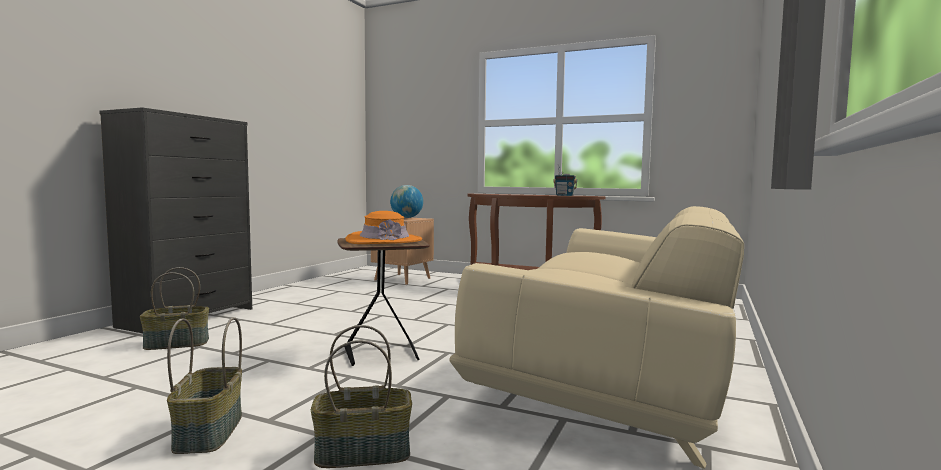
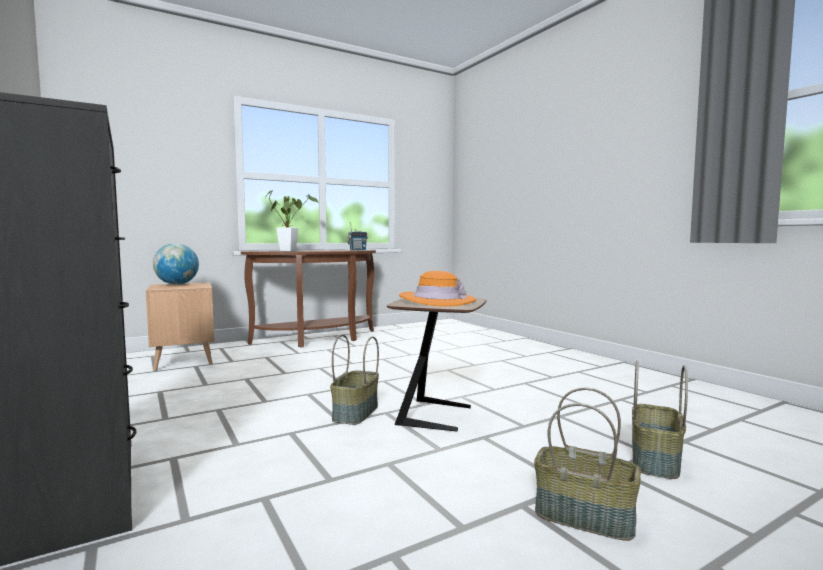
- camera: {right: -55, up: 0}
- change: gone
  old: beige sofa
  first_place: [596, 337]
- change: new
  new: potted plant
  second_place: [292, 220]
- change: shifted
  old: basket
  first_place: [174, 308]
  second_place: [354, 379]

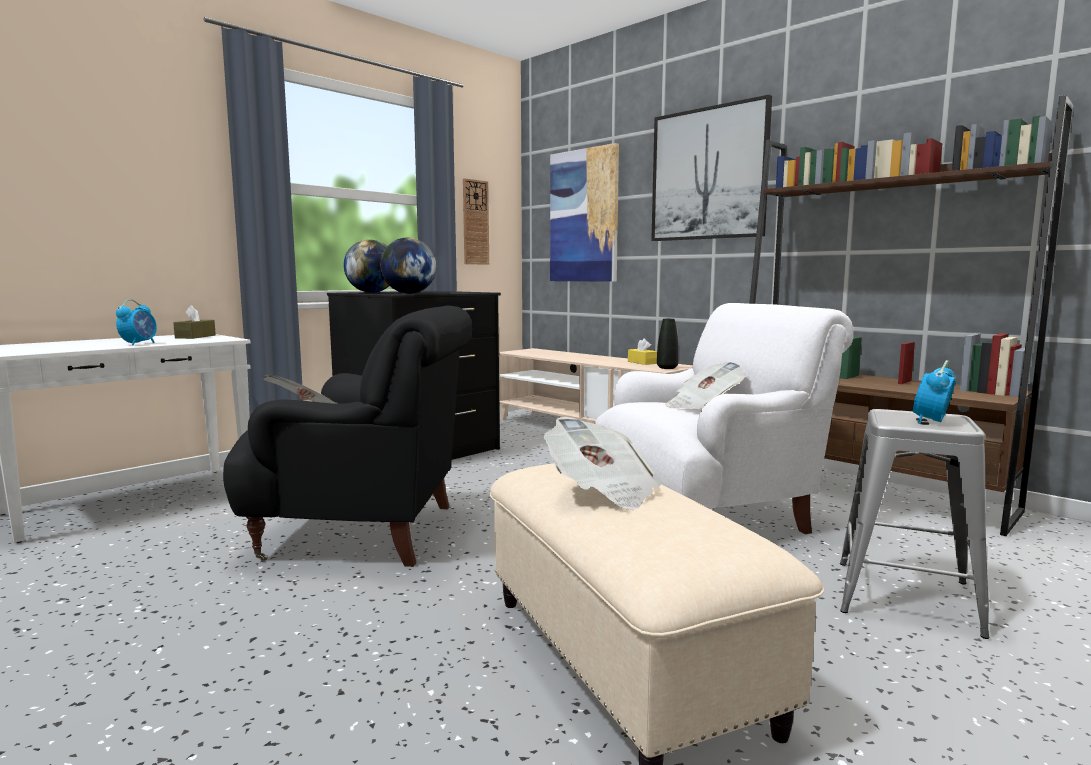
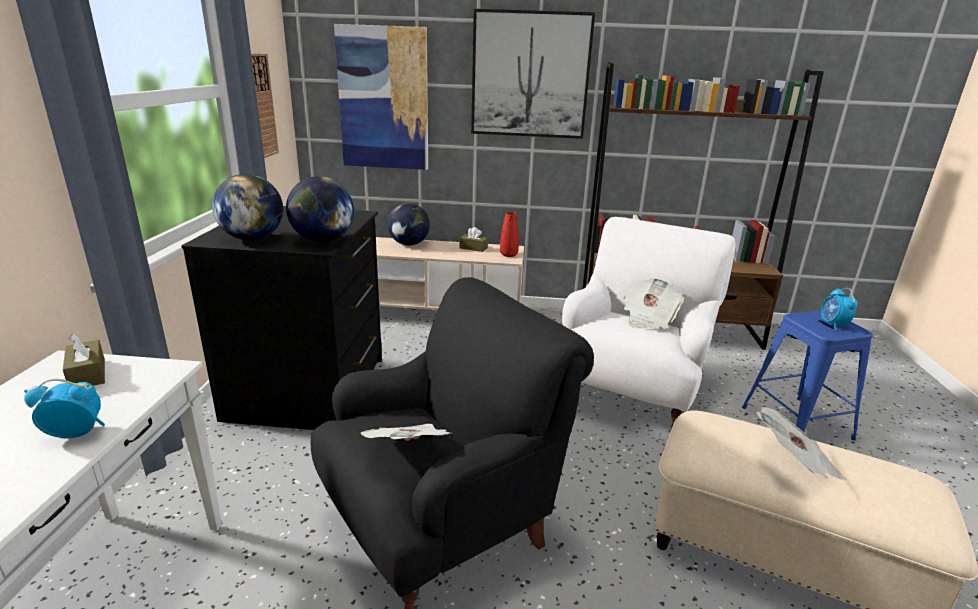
- camera: {right: -40, up: 15}
- change: new
  new: globe
  second_place: [408, 224]
- change: repainted
  old: yellow tissue box
  new: brown tissue box
  first_place: [642, 351]
  second_place: [473, 239]
- change: repainted
  old: black vase
  new: red vase
  first_place: [668, 344]
  second_place: [509, 234]
- change: repainted
  old: grey stool
  new: blue stool
  first_place: [914, 524]
  second_place: [807, 375]
- change: rotated
  old: alarm clock
  first_place: [136, 322]
  second_place: [64, 408]
  degrees: -75

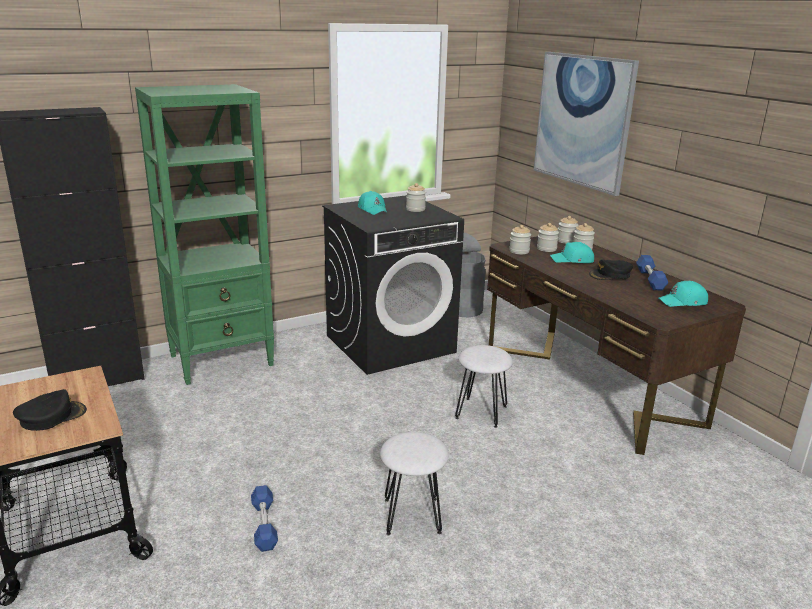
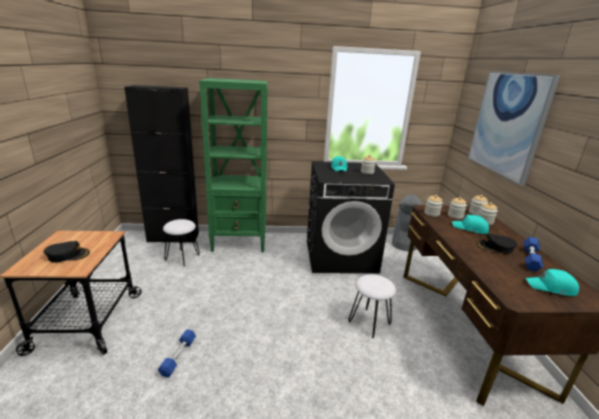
- camera: {right: 25, up: 0}
- change: shifted
  old: white stool
  first_place: [414, 483]
  second_place: [181, 242]

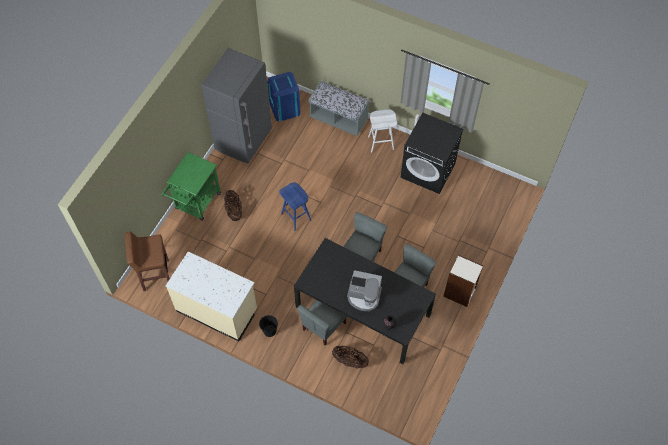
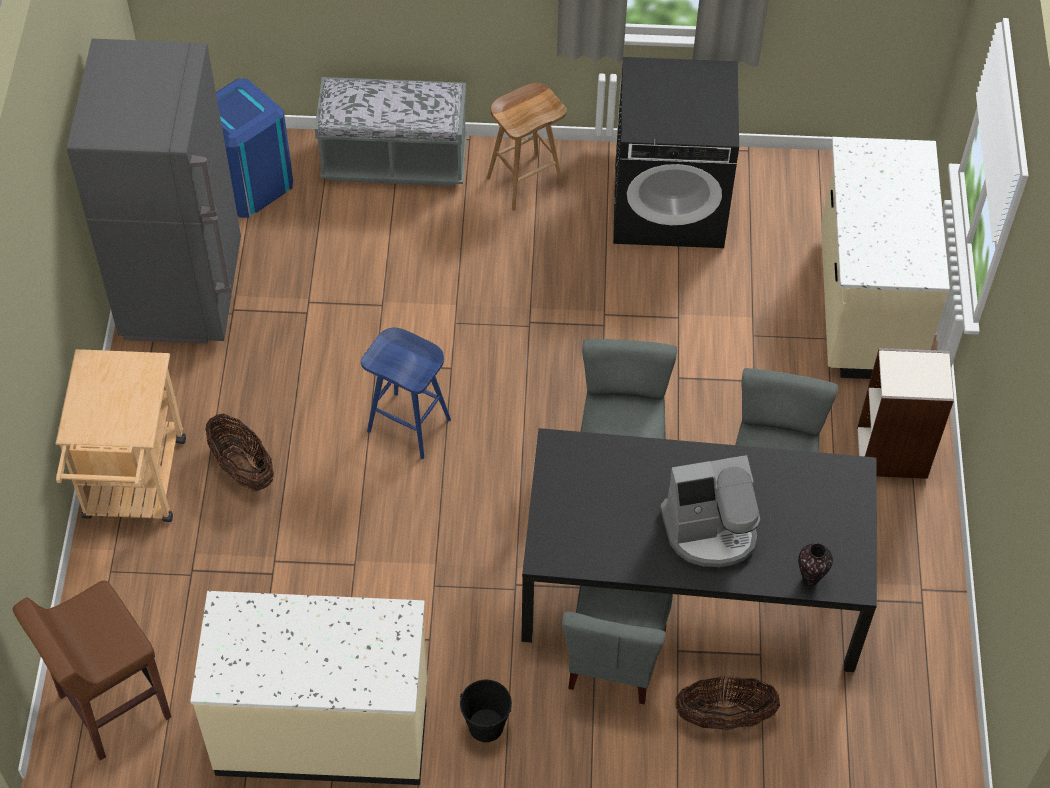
- camera: {right: -25, up: -5}
- change: new
  new: beige counter
  second_place: [885, 258]
- change: repainted
  old: green cart
  new: beige cart
  first_place: [191, 186]
  second_place: [121, 435]
- change: repainted
  old: white stool
  new: brown stool
  first_place: [382, 131]
  second_place: [527, 147]

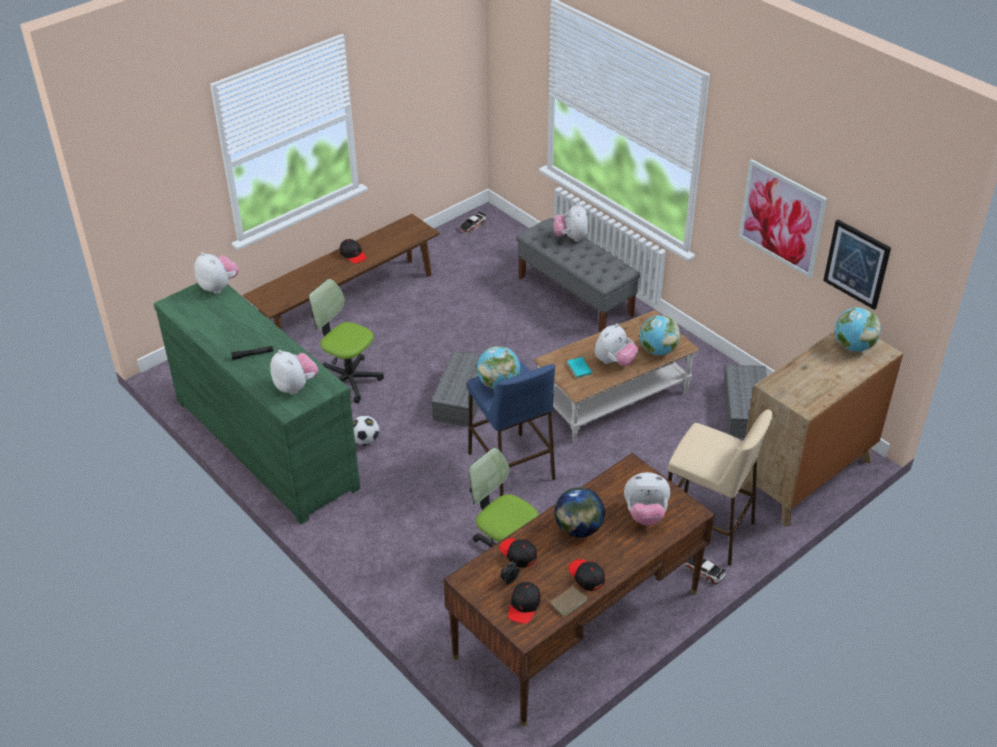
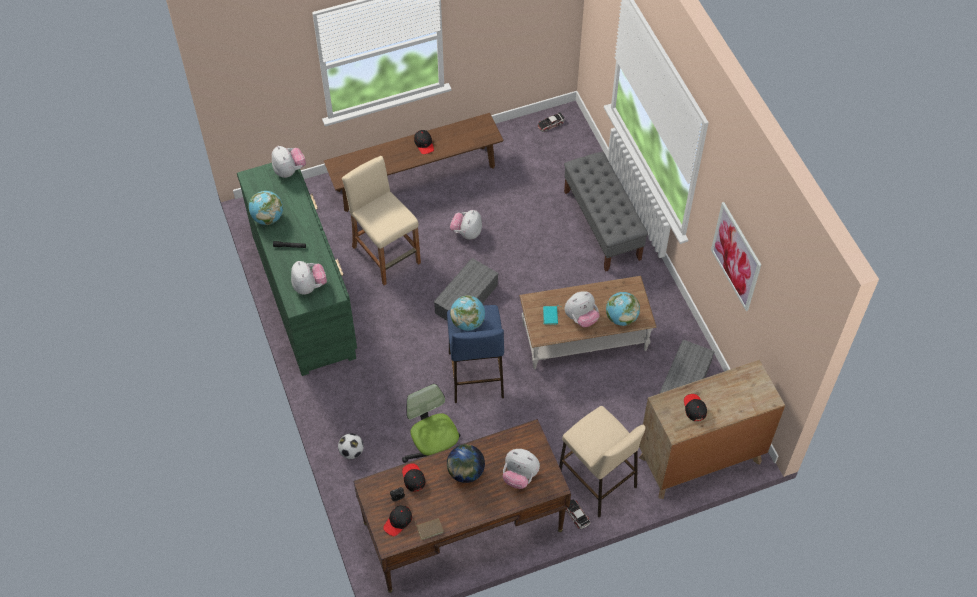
- camera: {right: 20, up: 15}
- change: gone
  old: picture
  first_place: [857, 265]
- change: shifted
  old: football
  first_place: [366, 430]
  second_place: [351, 446]
- change: shifted
  old: plush toy
  first_place: [571, 222]
  second_place: [466, 225]
- change: shifted
  old: black cap
  first_place: [586, 575]
  second_place: [695, 407]
- change: shifted
  old: globe
  first_place: [858, 329]
  second_place: [266, 208]
- change: swapped
  old: office chair
  new: beige stool
  first_place: [346, 341]
  second_place: [381, 220]

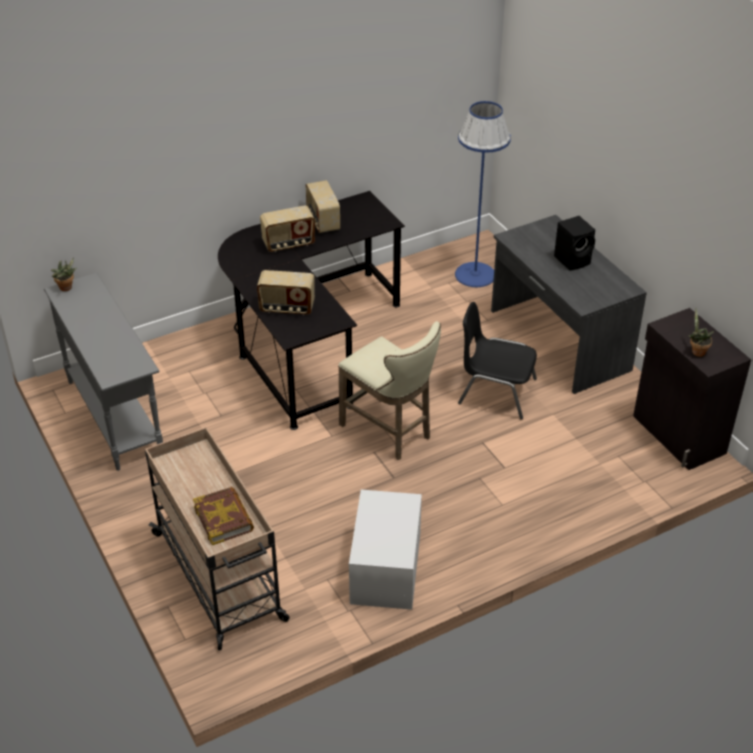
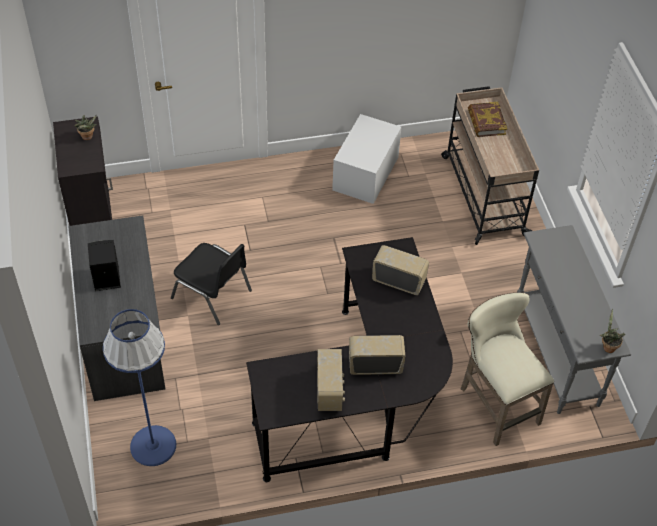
- camera: {right: -165, up: 10}
- change: shifted
  old: beige stool
  first_place: [389, 390]
  second_place: [507, 369]

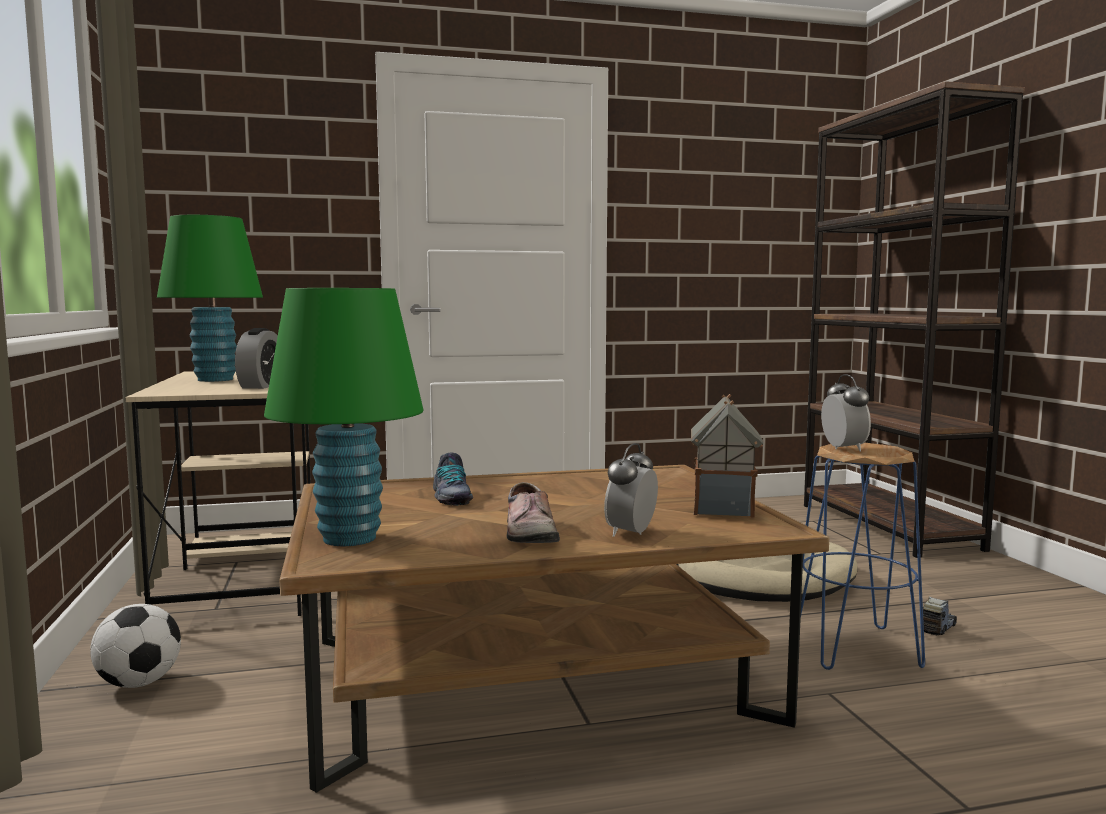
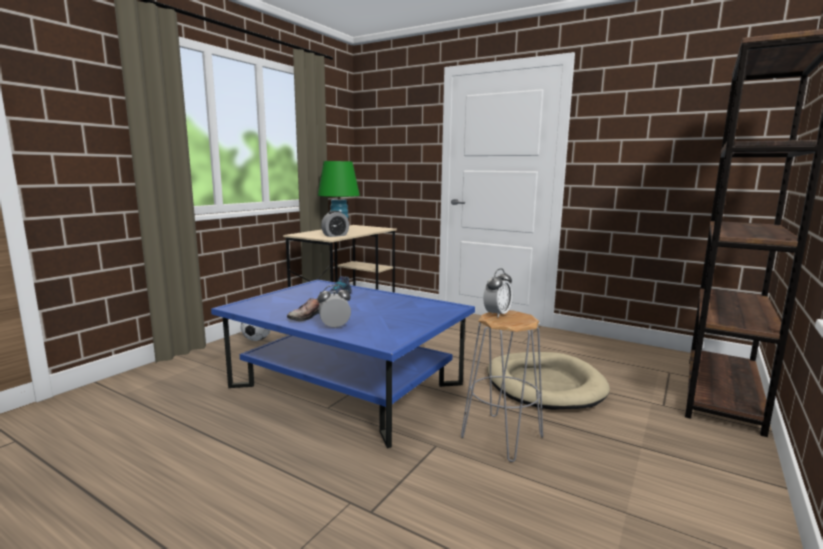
- camera: {right: 45, up: 5}
- change: gone
  old: green table lamp
  first_place: [344, 417]
- change: gone
  old: toy house
  first_place: [727, 456]
- change: gone
  old: toy truck
  first_place: [940, 616]
- change: repainted
  old: brown coffee table
  new: blue coffee table
  first_place: [554, 629]
  second_place: [343, 363]
- change: repainted
  old: blue stool
  new: grey stool
  first_place: [863, 556]
  second_place: [502, 386]

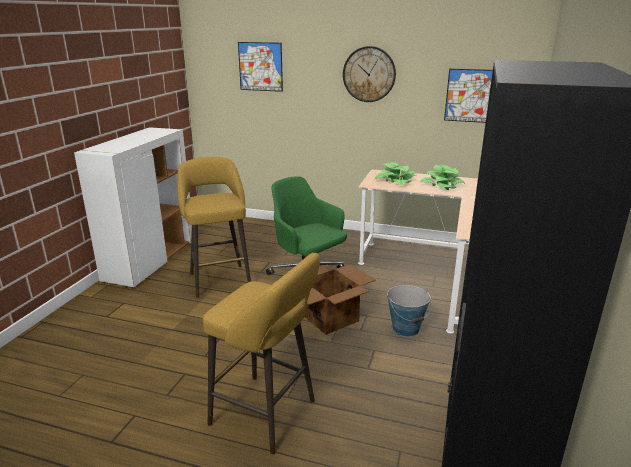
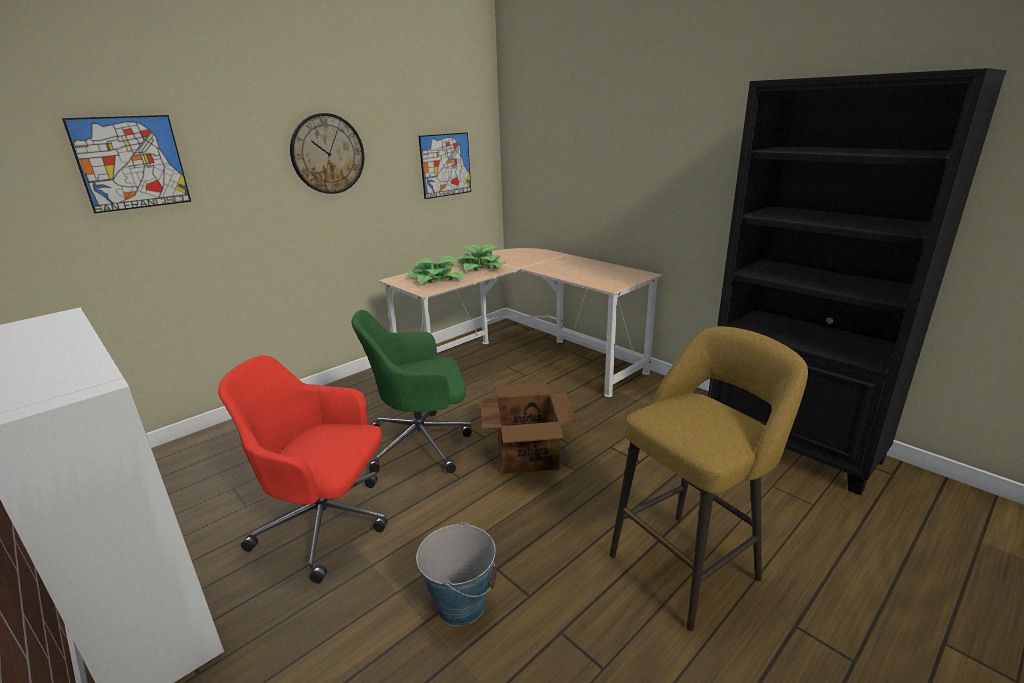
- camera: {right: -60, up: 0}
- change: shifted
  old: bucket
  first_place: [409, 311]
  second_place: [456, 574]
- change: swapped
  old: yellow stool
  new: red office chair
  first_place: [214, 227]
  second_place: [303, 469]

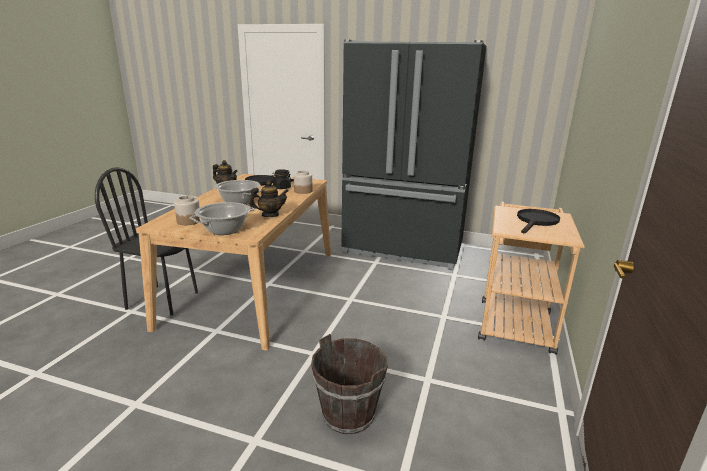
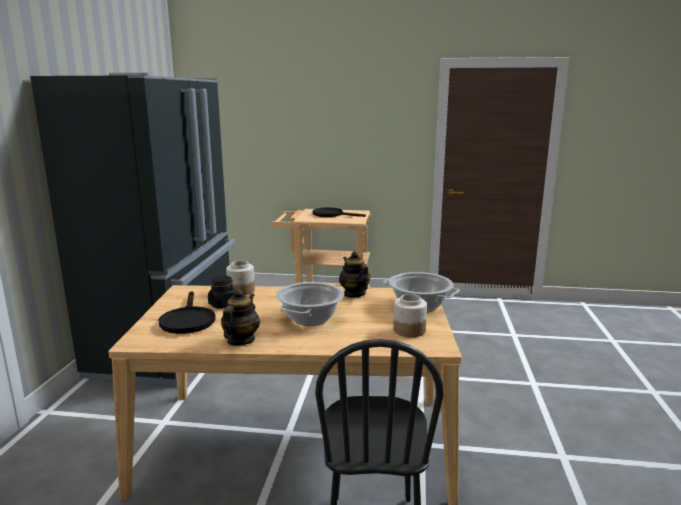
- camera: {right: -100, up: -5}
- change: gone
  old: brown bucket
  first_place: [349, 384]

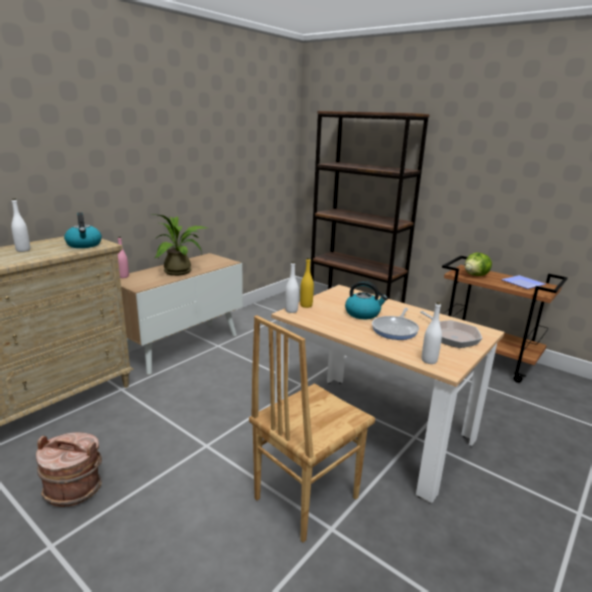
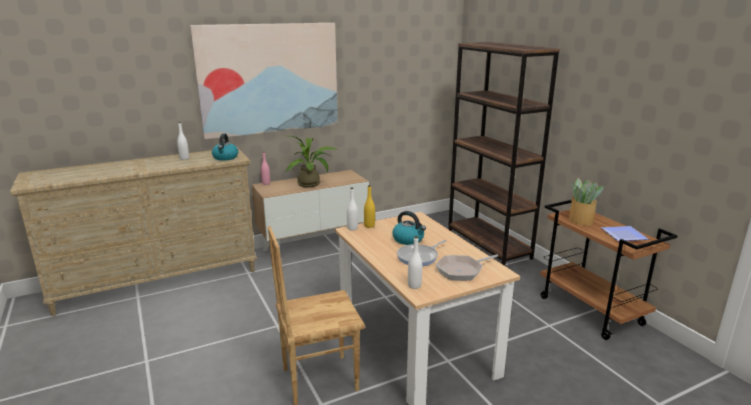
- camera: {right: 25, up: 0}
- change: gone
  old: brown bucket
  first_place: [69, 469]
- change: new
  new: picture
  second_place: [264, 81]
- change: swapped
  old: lettuce
  new: potted plant
  first_place: [478, 264]
  second_place: [586, 202]
- change: rotated
  old: frying pan
  first_place: [451, 329]
  second_place: [467, 267]
  degrees: 60

